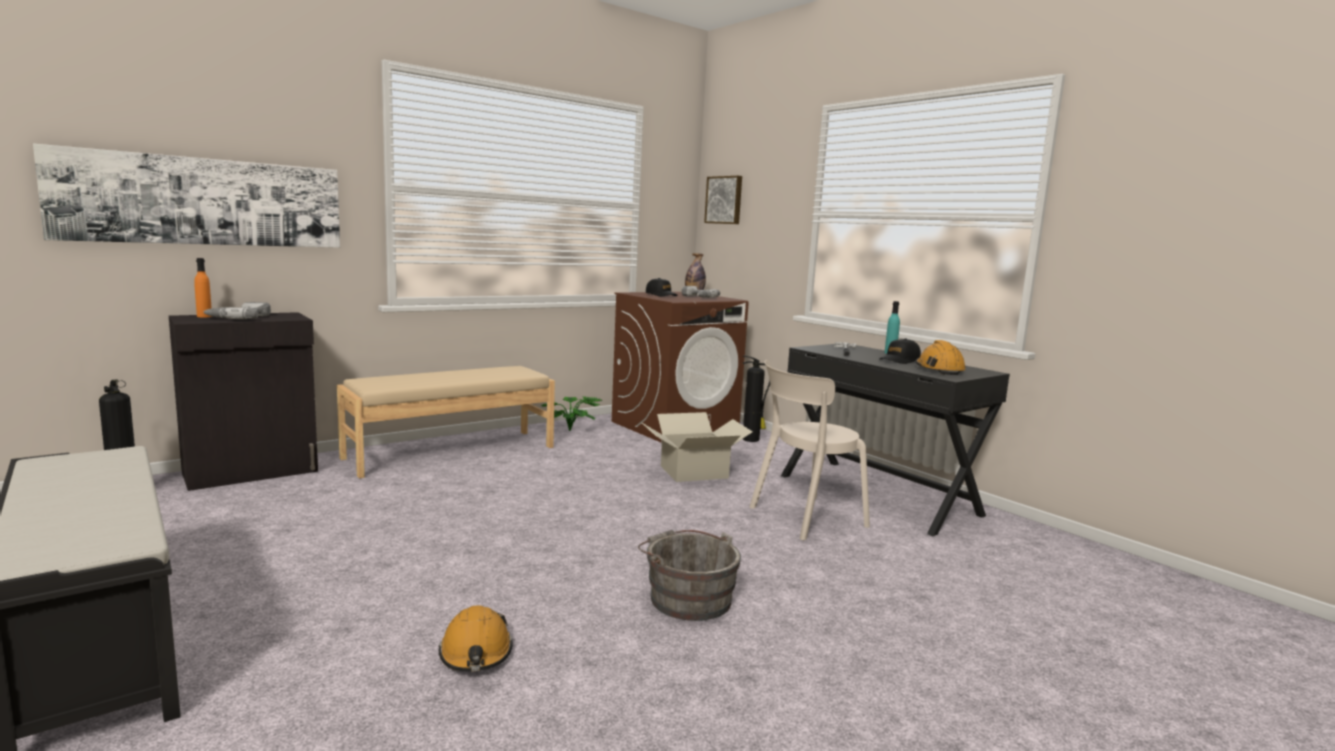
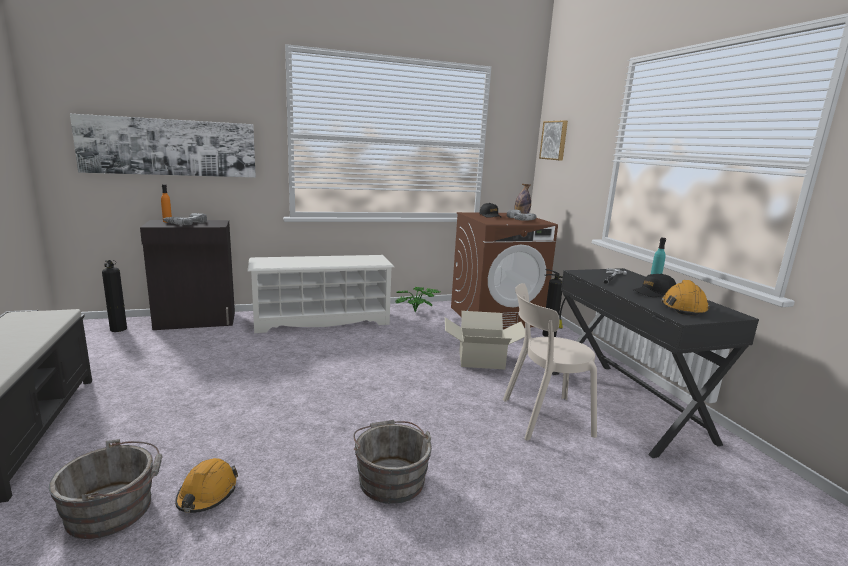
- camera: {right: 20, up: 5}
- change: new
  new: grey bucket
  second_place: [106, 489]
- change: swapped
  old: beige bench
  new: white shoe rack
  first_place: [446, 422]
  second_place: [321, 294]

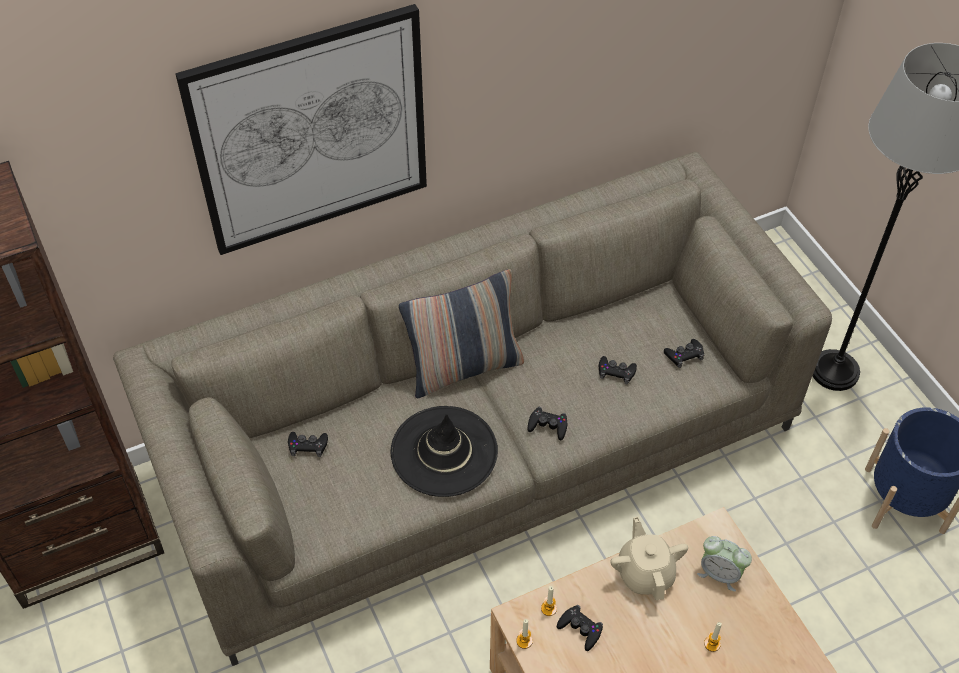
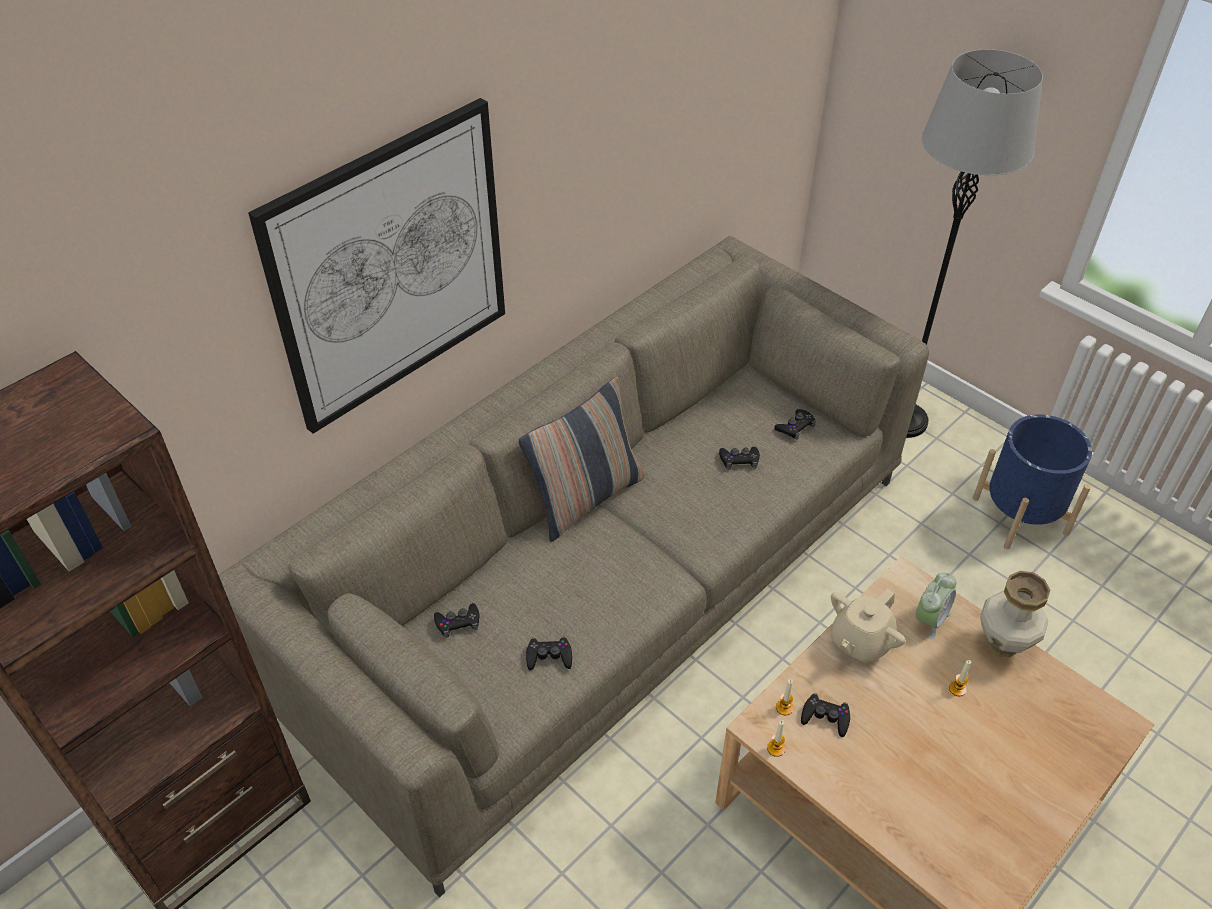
- camera: {right: -20, up: -5}
- change: gone
  old: black hat
  first_place: [444, 451]
- change: new
  new: vase
  second_place: [1015, 614]
- change: shifted
  old: black game controller
  first_place: [547, 423]
  second_place: [549, 654]
- change: rotated
  old: beige teapot
  first_place: [649, 558]
  second_place: [868, 625]
  degrees: -105
- change: rotated
  old: alarm clock
  first_place: [724, 564]
  second_place: [936, 606]
  degrees: -60

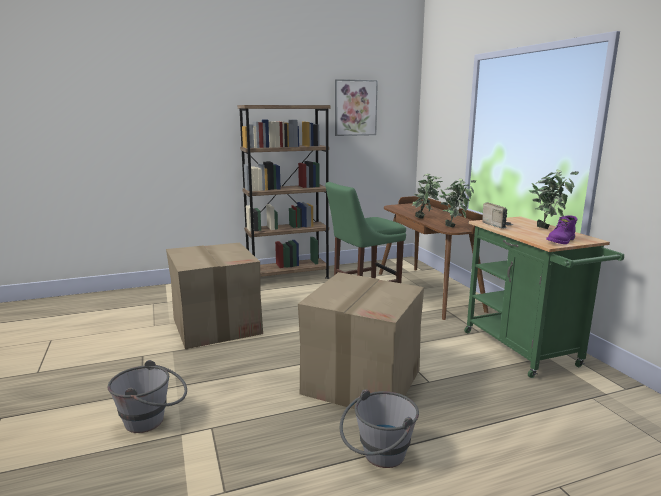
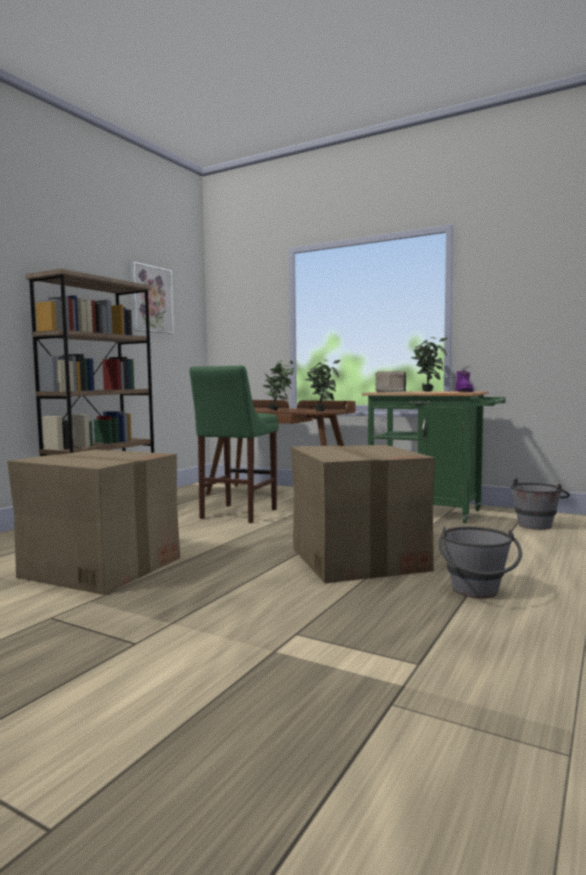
- camera: {right: -40, up: -10}
- change: shifted
  old: grey bucket
  first_place: [147, 396]
  second_place: [540, 504]

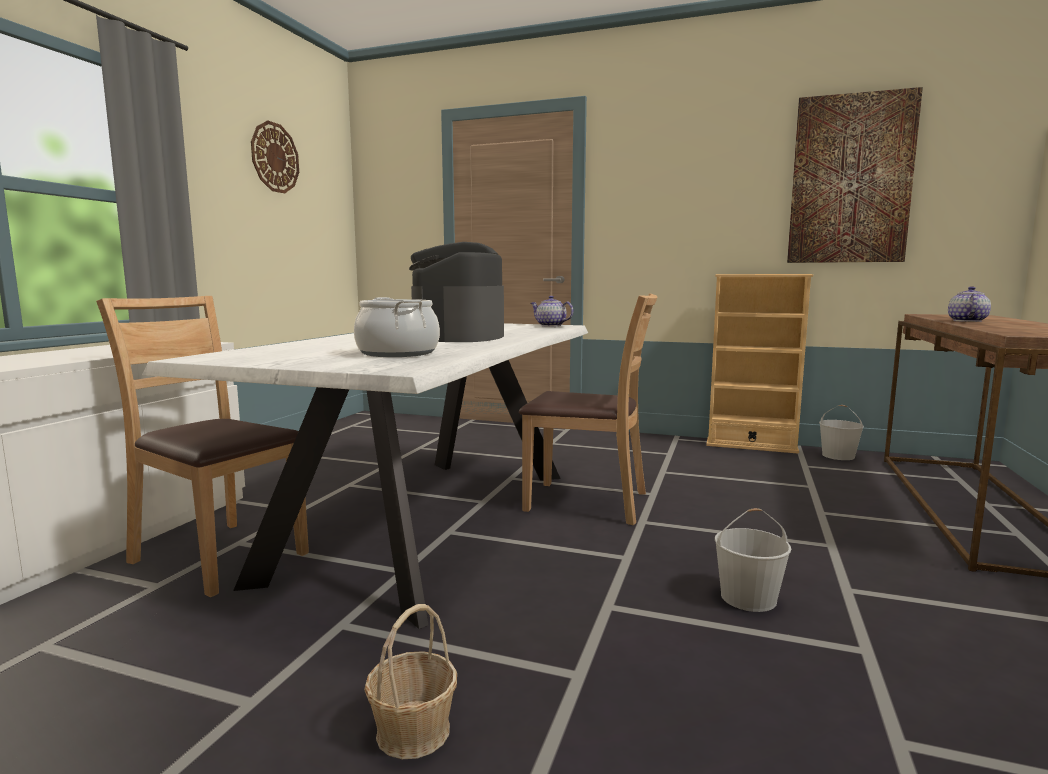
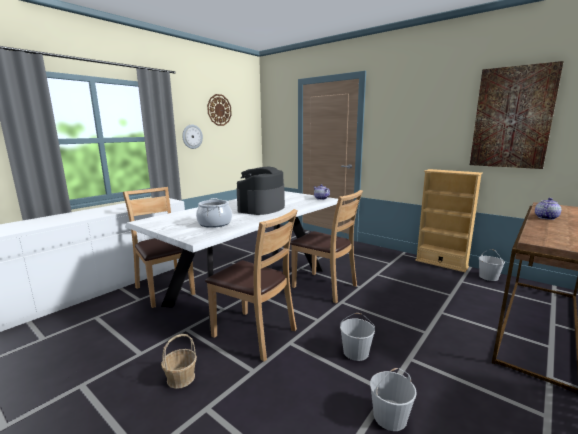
- camera: {right: 20, up: 5}
- change: new
  new: wall clock
  second_place: [192, 136]
- change: new
  new: brown chair
  second_place: [251, 285]
- change: new
  new: white bucket
  second_place: [393, 399]

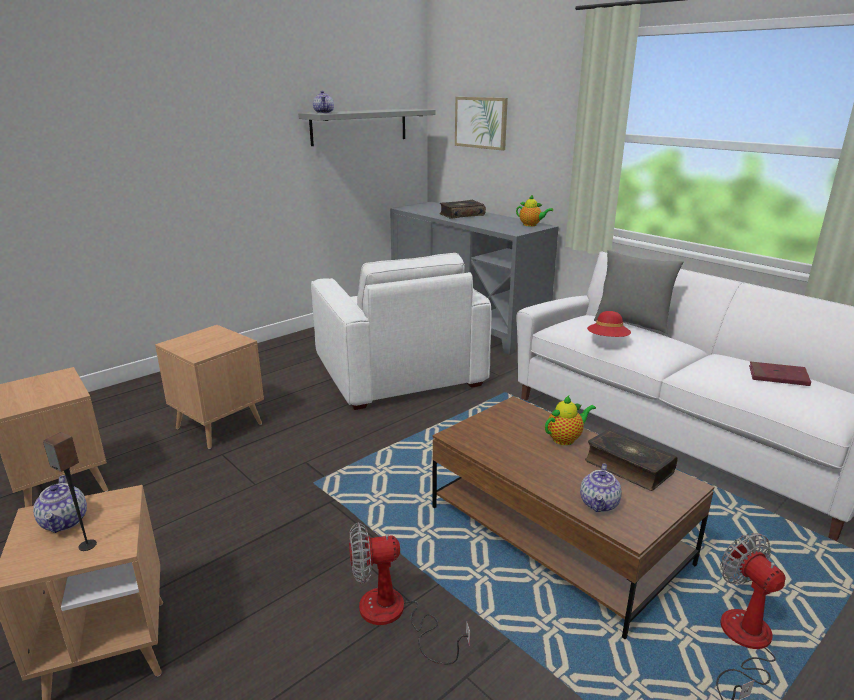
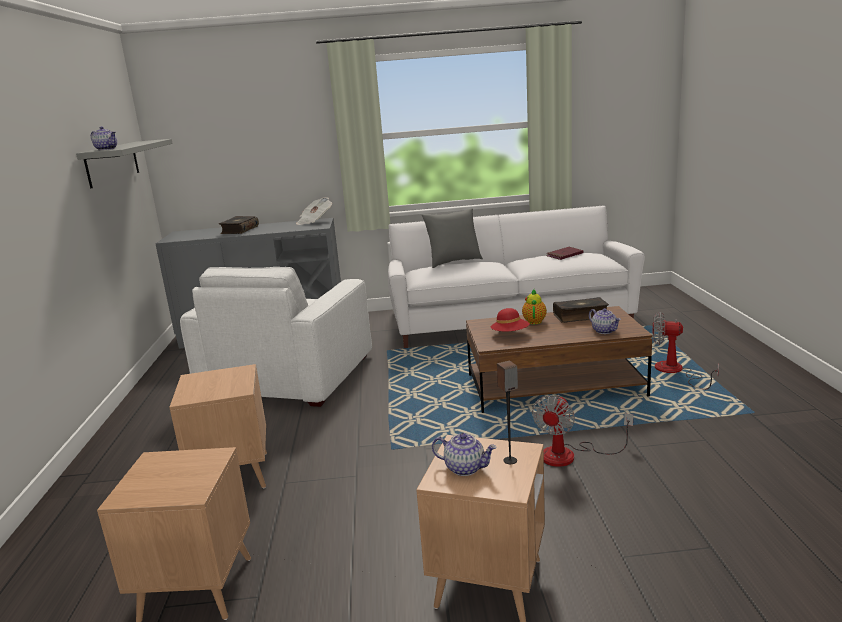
- camera: {right: -50, up: -5}
- change: gone
  old: picture
  first_place: [481, 124]
- change: shifted
  old: red hat
  first_place: [609, 324]
  second_place: [510, 320]
- change: swapped
  old: teapot
  new: newspaper
  first_place: [534, 210]
  second_place: [314, 211]
- change: rotated
  old: white armchair
  first_place: [401, 331]
  second_place: [276, 337]
  degrees: 90

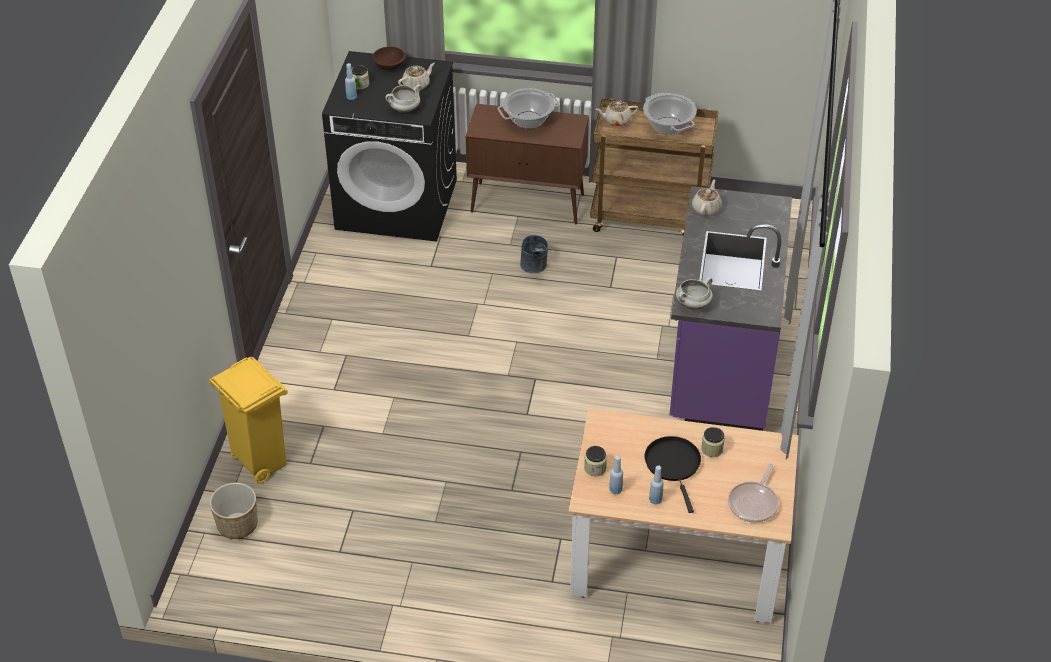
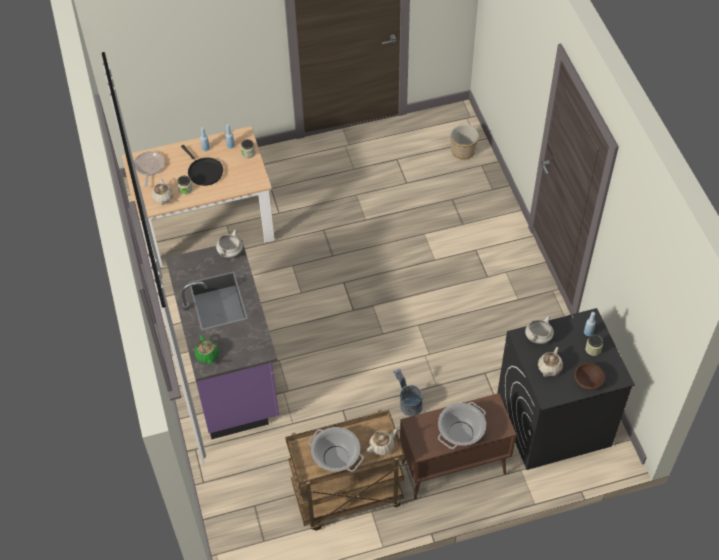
- camera: {right: 155, up: 10}
- change: gone
  old: yellow trash can
  first_place: [248, 420]
- change: new
  new: green teapot
  second_place: [206, 349]
- change: shifted
  old: beige teapot
  first_place: [707, 197]
  second_place: [163, 191]

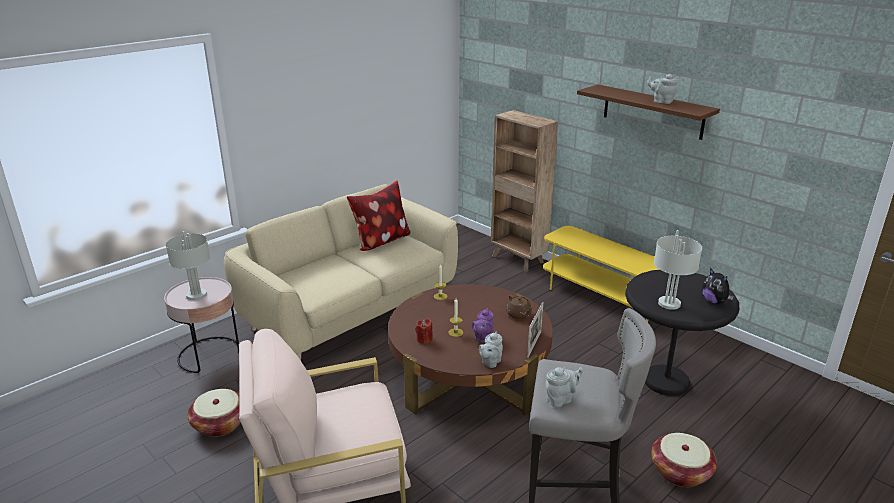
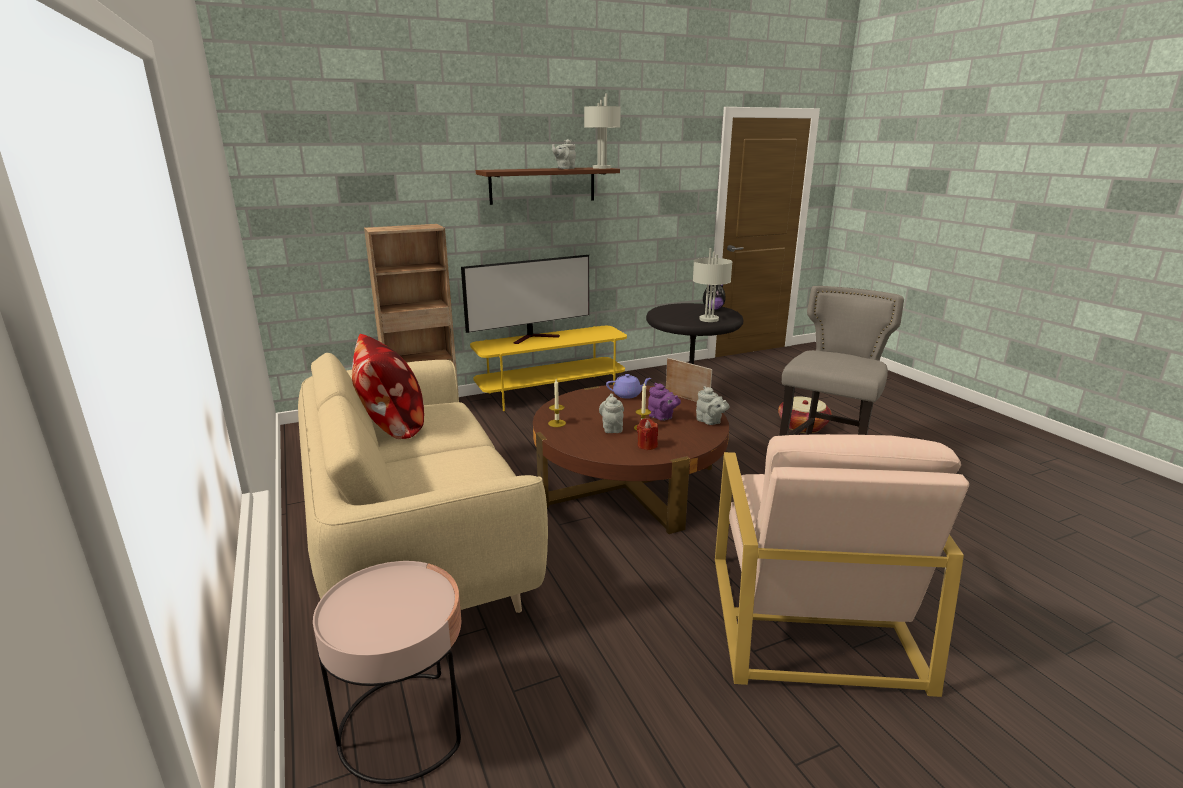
- camera: {right: -70, up: -5}
- change: gone
  old: basket
  first_place: [214, 413]
- change: new
  new: television
  second_place: [525, 299]
- change: shifted
  old: grey table lamp
  first_place: [188, 265]
  second_place: [602, 131]
- change: shifted
  old: grey teapot
  first_place: [564, 387]
  second_place: [611, 413]
- change: repainted
  old: brown teapot
  new: purple teapot
  first_place: [519, 307]
  second_place: [628, 386]

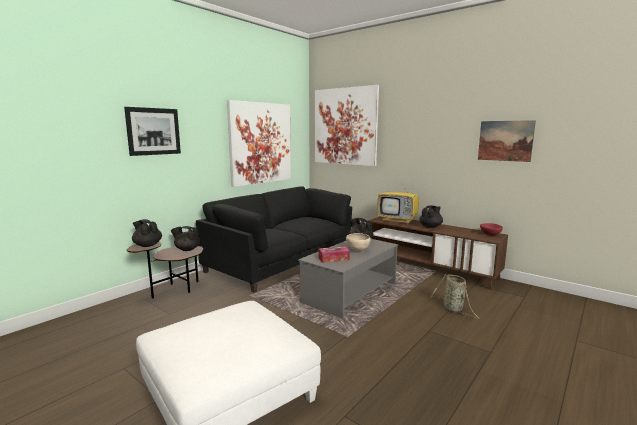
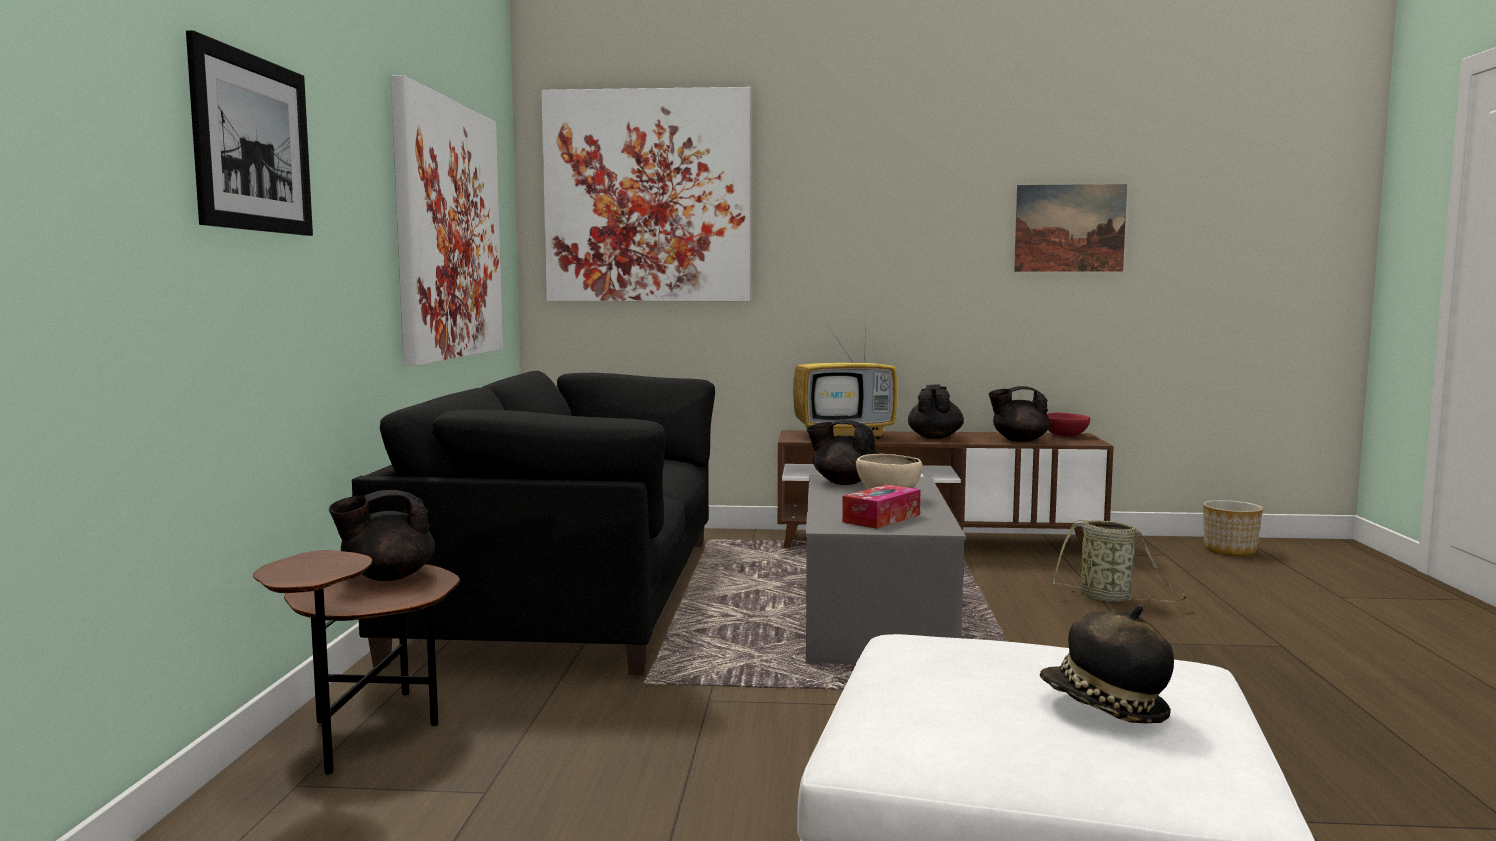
- camera: {right: -35, up: -5}
- change: new
  new: hat
  second_place: [1107, 664]
- change: new
  new: planter
  second_place: [1233, 528]
- change: shifted
  old: black teapot
  first_place: [147, 233]
  second_place: [1019, 414]

